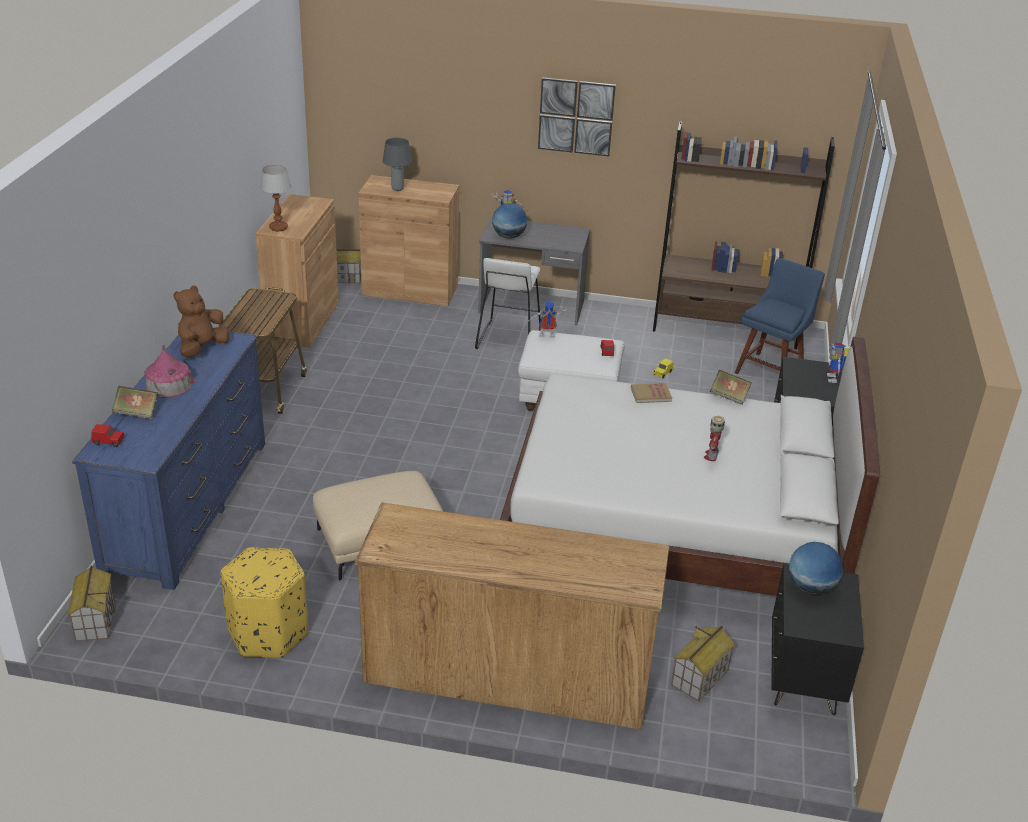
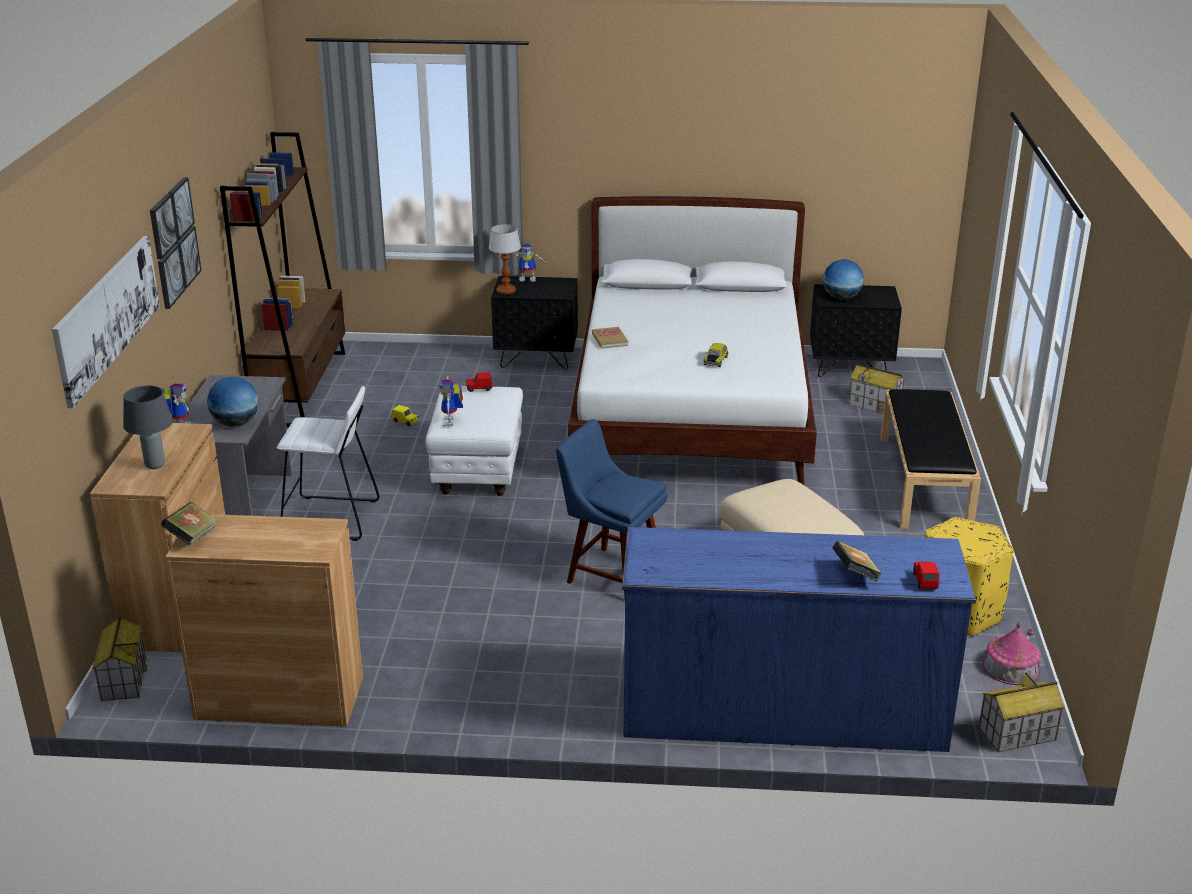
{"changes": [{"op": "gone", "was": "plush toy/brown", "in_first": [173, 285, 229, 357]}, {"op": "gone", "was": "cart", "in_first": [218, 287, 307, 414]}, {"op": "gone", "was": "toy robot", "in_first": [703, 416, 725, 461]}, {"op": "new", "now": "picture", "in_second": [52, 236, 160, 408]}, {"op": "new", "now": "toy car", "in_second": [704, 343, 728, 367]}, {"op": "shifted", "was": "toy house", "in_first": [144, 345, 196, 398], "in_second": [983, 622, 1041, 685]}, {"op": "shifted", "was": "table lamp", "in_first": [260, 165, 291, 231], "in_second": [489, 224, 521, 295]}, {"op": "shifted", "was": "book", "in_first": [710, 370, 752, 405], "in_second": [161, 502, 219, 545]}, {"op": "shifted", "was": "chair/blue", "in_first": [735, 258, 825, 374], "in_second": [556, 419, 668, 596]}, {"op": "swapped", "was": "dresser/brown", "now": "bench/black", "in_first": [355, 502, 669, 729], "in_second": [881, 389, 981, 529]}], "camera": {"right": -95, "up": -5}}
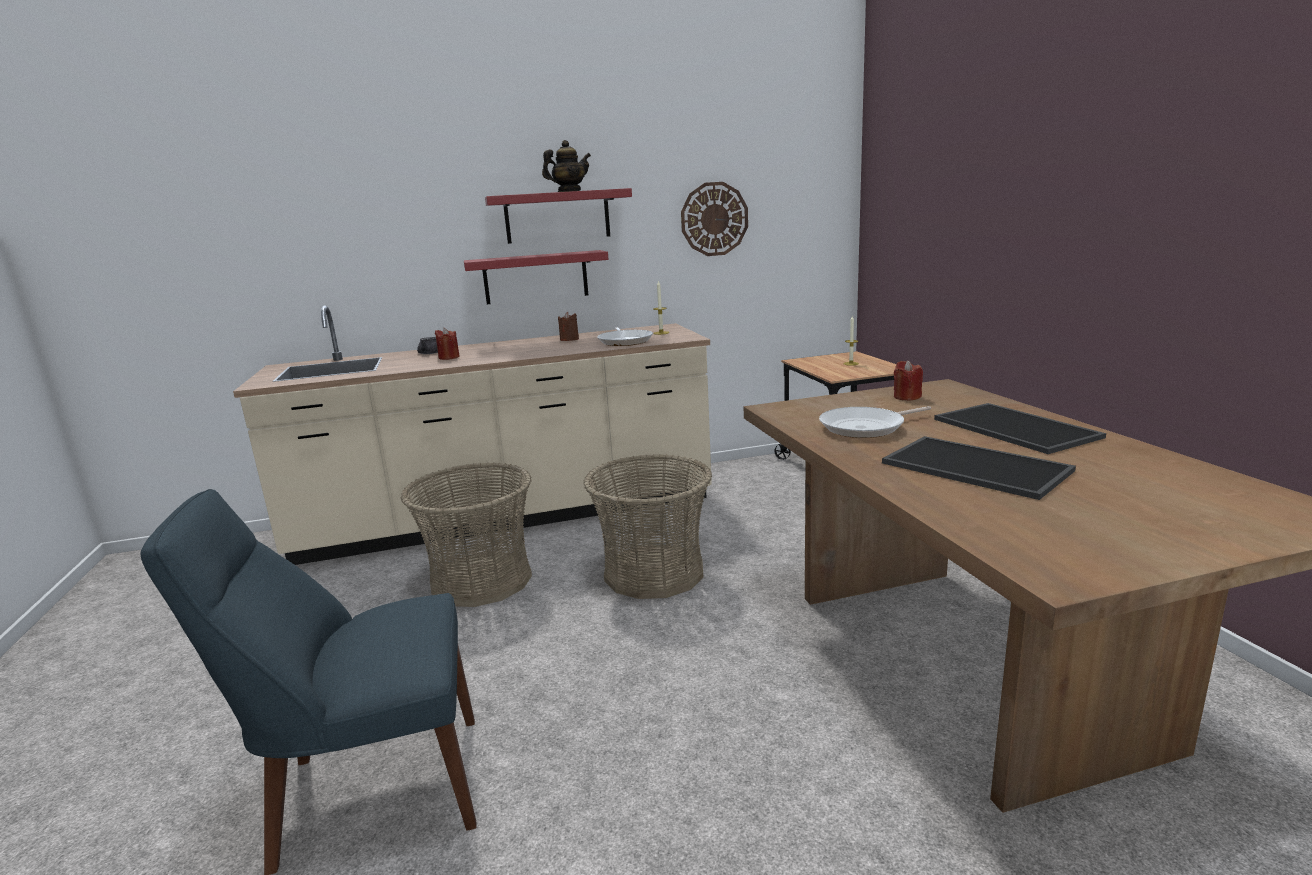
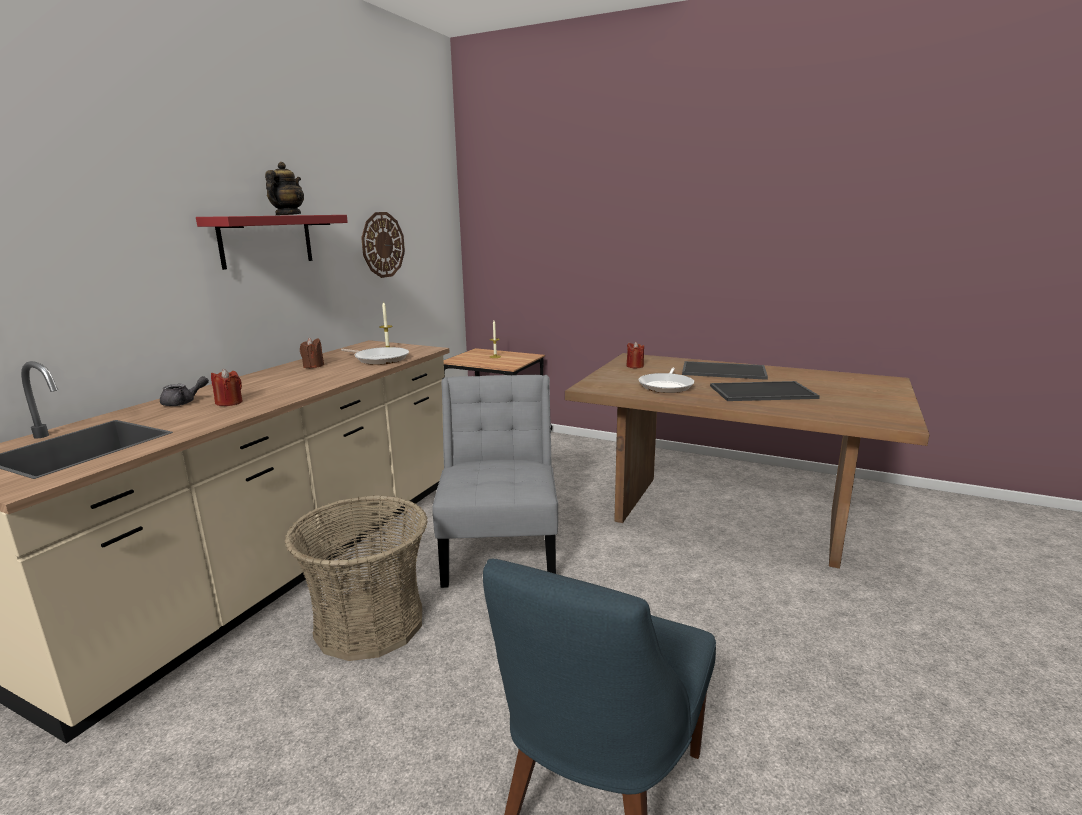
{"changes": [{"op": "gone", "was": "shelf/red", "in_first": [464, 250, 609, 304]}, {"op": "swapped", "was": "basket", "now": "chair/grey", "in_first": [583, 454, 712, 599], "in_second": [432, 375, 558, 588]}], "camera": {"right": -50, "up": 0}}
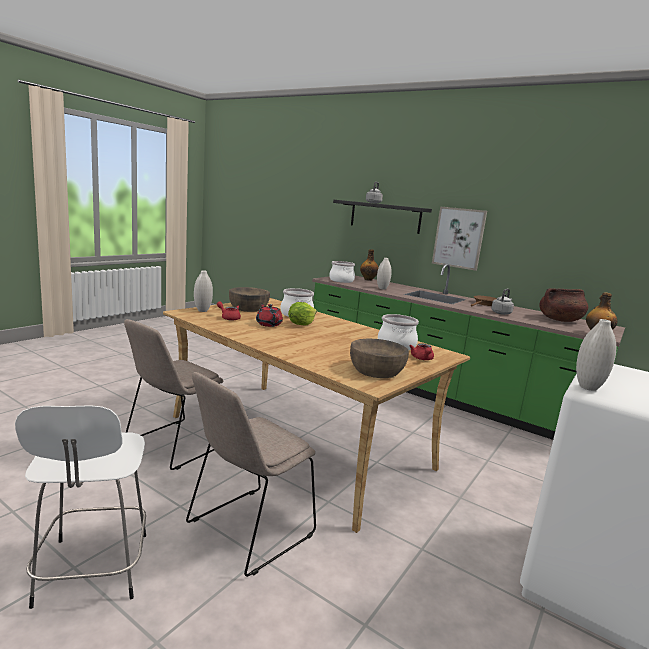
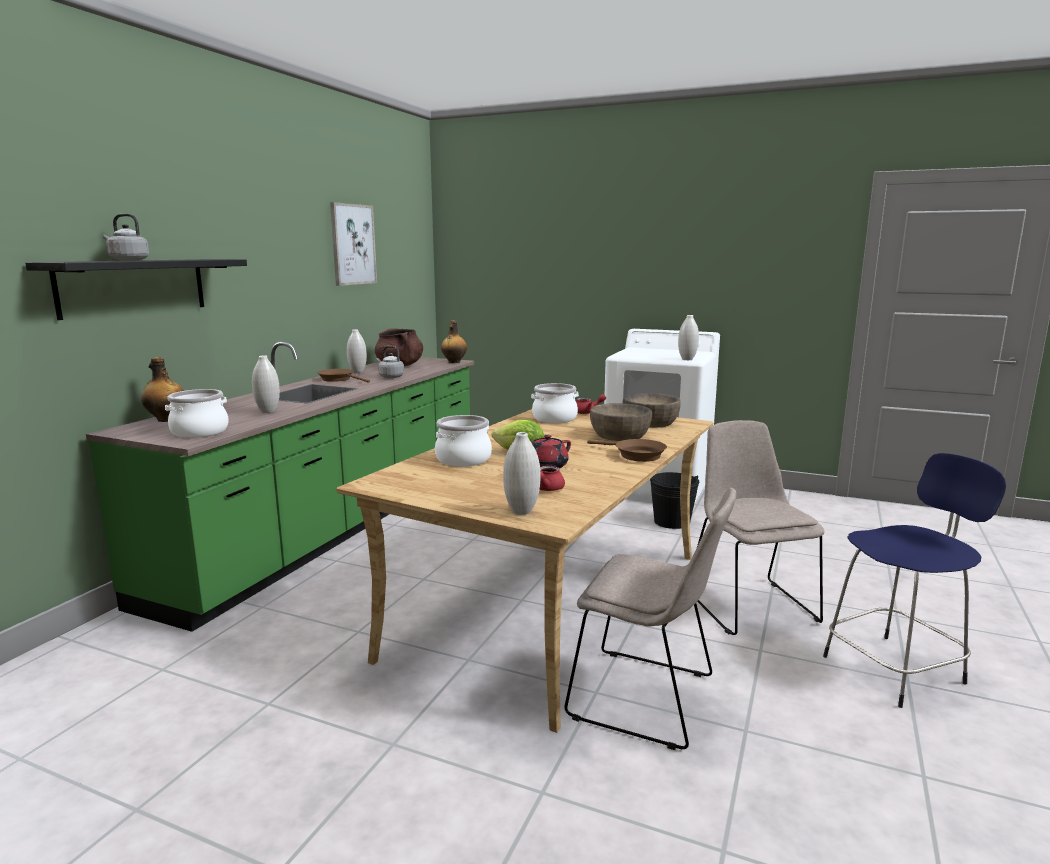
{"changes": [{"op": "new", "now": "vase/white", "in_second": [347, 329, 367, 373]}, {"op": "new", "now": "frying pan/brown", "in_second": [587, 439, 667, 462]}, {"op": "new", "now": "bucket/black", "in_second": [650, 472, 699, 529]}, {"op": "shifted", "was": "bowl/brown", "in_first": [229, 287, 270, 312], "in_second": [590, 403, 652, 441]}, {"op": "shifted", "was": "picture", "in_first": [432, 206, 487, 271], "in_second": [330, 202, 377, 286]}, {"op": "repainted", "was": "stool/white", "now": "stool/blue", "in_first": [15, 405, 146, 609], "in_second": [823, 453, 1006, 708]}, {"op": "rotated", "was": "chair/beige", "in_first": [186, 372, 316, 577], "in_second": [697, 420, 825, 635], "clockwise": -135}], "camera": {"right": -100, "up": 0}}
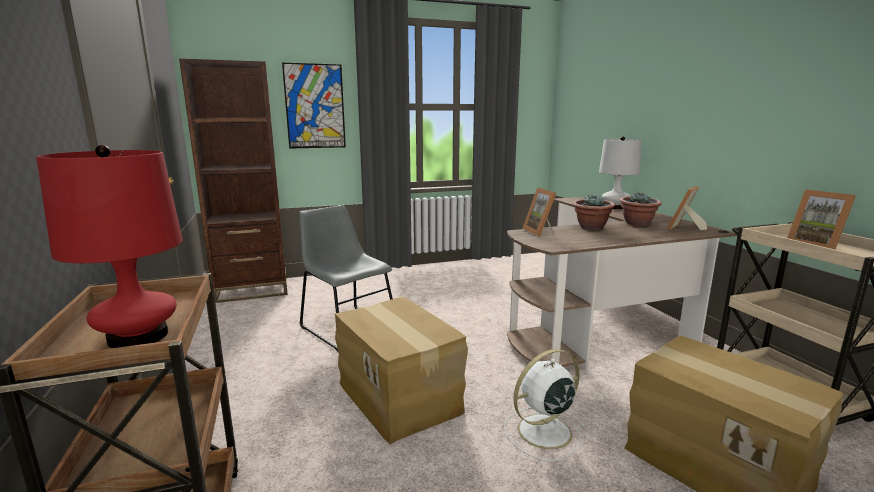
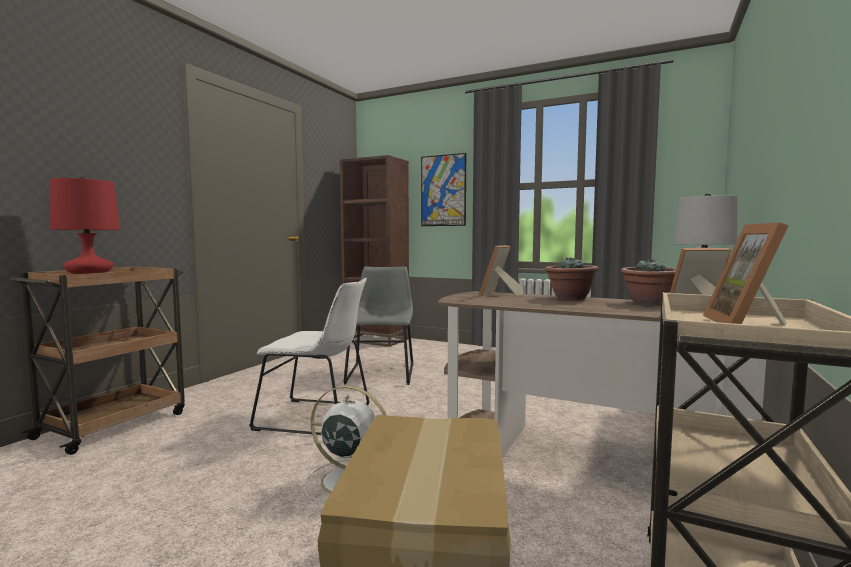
{"changes": [{"op": "swapped", "was": "cardboard box", "now": "chair/white", "in_first": [335, 297, 468, 445], "in_second": [249, 278, 370, 435]}], "camera": {"right": 45, "up": -10}}
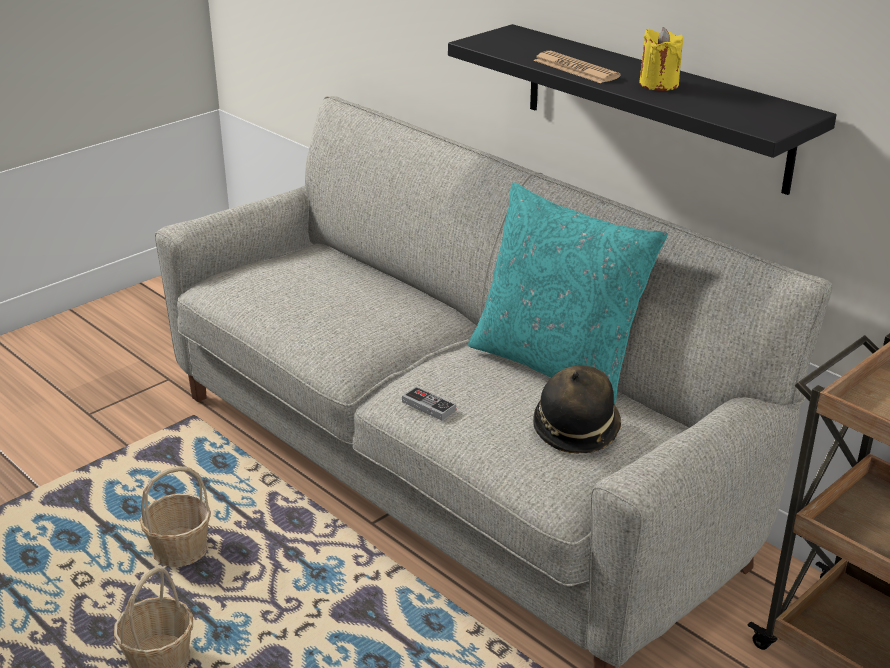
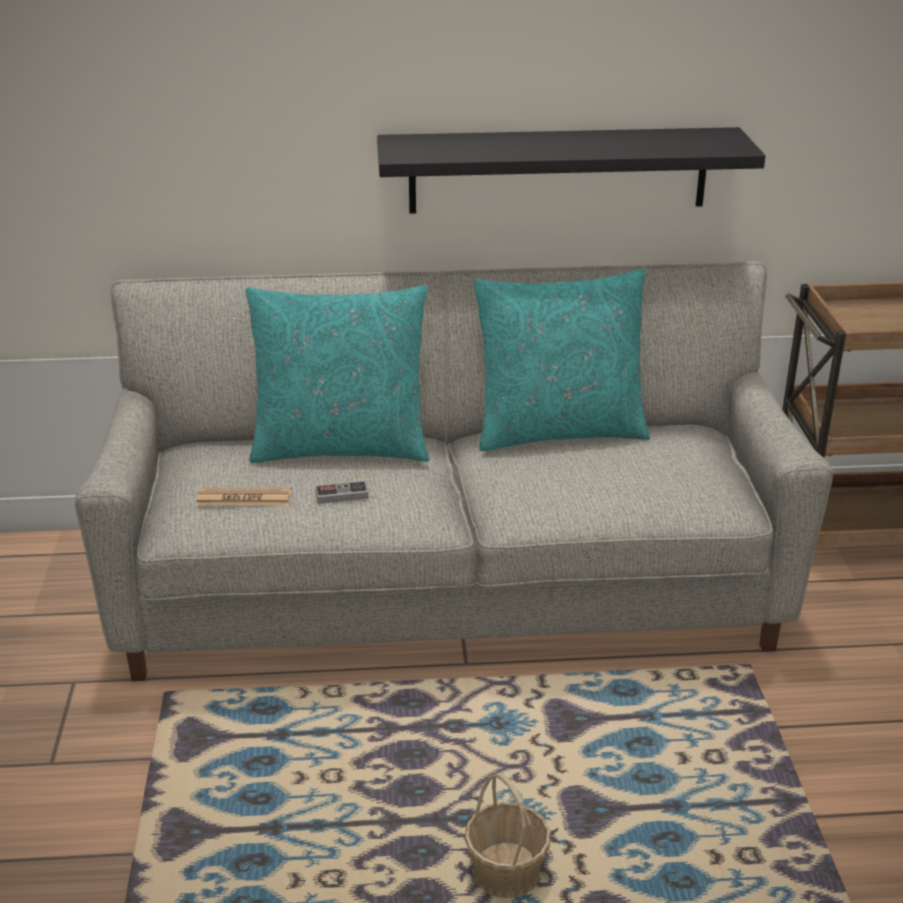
{"changes": [{"op": "gone", "was": "basket", "in_first": [140, 466, 211, 567]}, {"op": "gone", "was": "hat", "in_first": [533, 365, 622, 454]}, {"op": "gone", "was": "candle/yellow", "in_first": [639, 27, 683, 91]}, {"op": "new", "now": "pillow/turquoise", "in_second": [246, 285, 429, 463]}, {"op": "shifted", "was": "game controller", "in_first": [402, 386, 456, 420], "in_second": [315, 481, 369, 504]}, {"op": "shifted", "was": "newspaper", "in_first": [533, 51, 621, 84], "in_second": [196, 487, 291, 506]}], "camera": {"right": -50, "up": 0}}
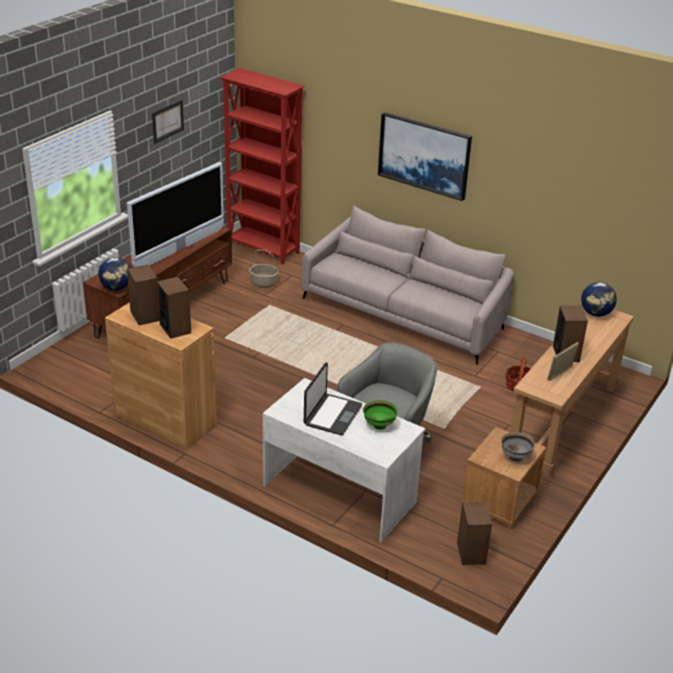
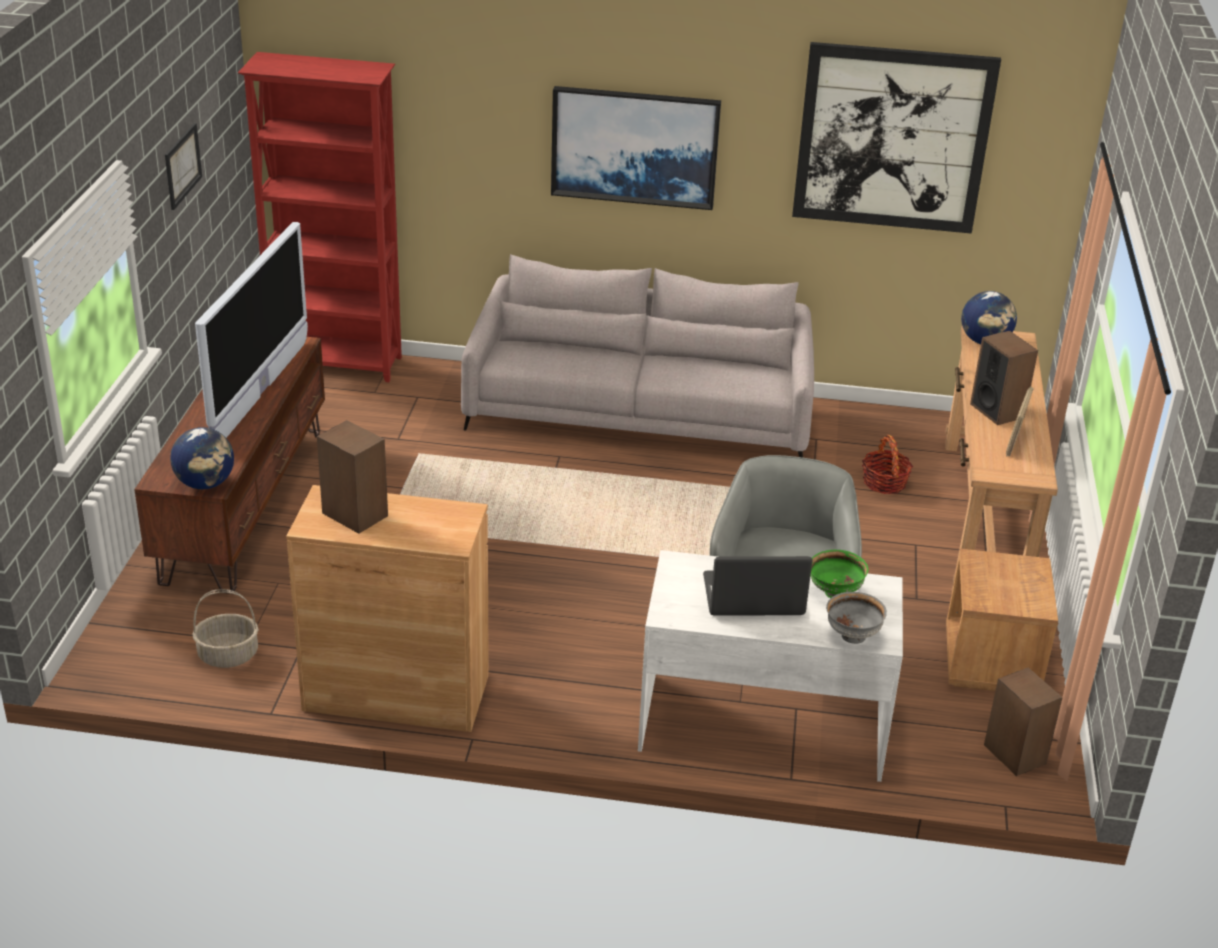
{"changes": [{"op": "gone", "was": "speaker", "in_first": [157, 277, 191, 339]}, {"op": "new", "now": "picture", "in_second": [792, 42, 1001, 233]}, {"op": "shifted", "was": "basket", "in_first": [249, 249, 279, 288], "in_second": [192, 589, 259, 668]}, {"op": "shifted", "was": "bowl/grey", "in_first": [501, 432, 535, 462], "in_second": [826, 592, 887, 644]}, {"op": "rotated", "was": "laptop", "in_first": [303, 362, 362, 435], "in_second": [703, 556, 812, 616], "clockwise": -90}], "camera": {"right": -25, "up": 0}}
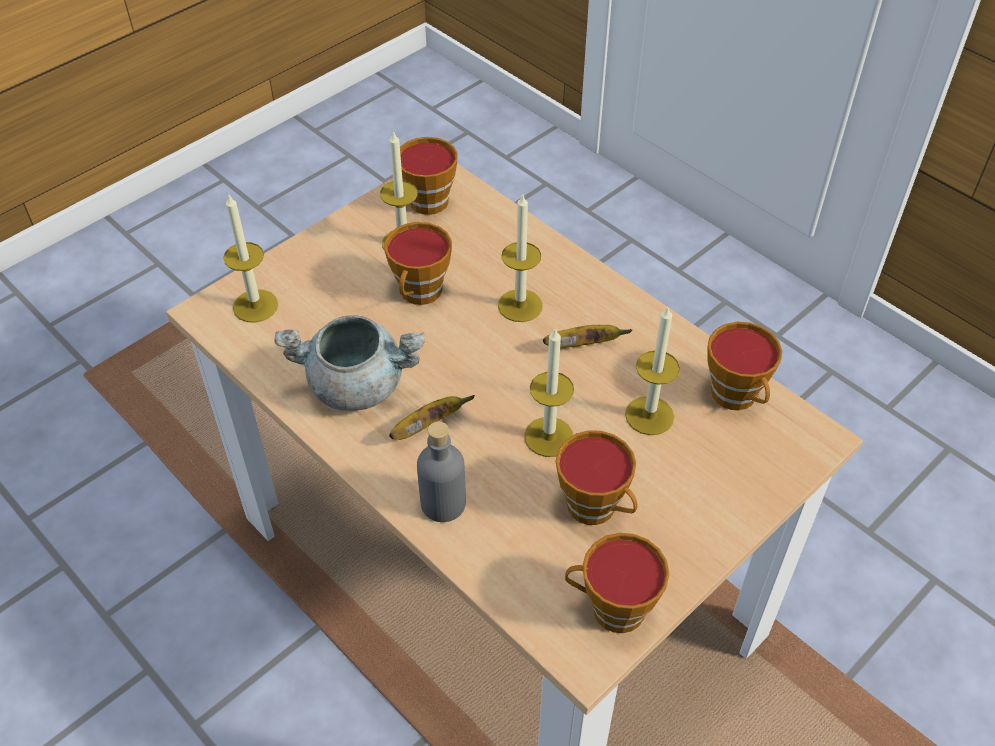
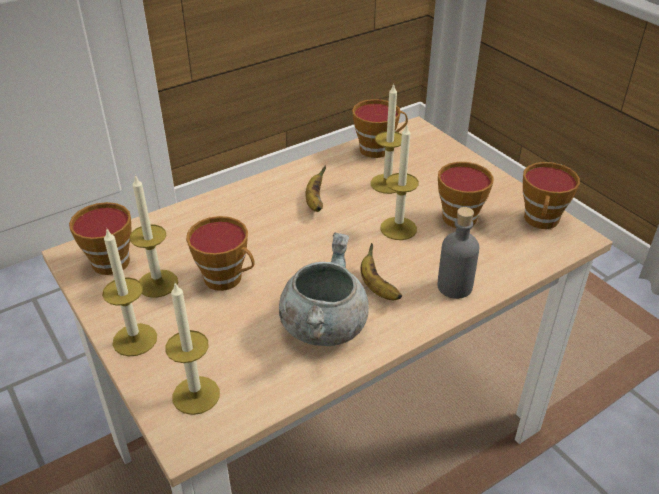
{"changes": [{"op": "shifted", "was": "candle", "in_first": [498, 195, 543, 322], "in_second": [102, 229, 157, 357]}], "camera": {"right": -80, "up": -10}}
